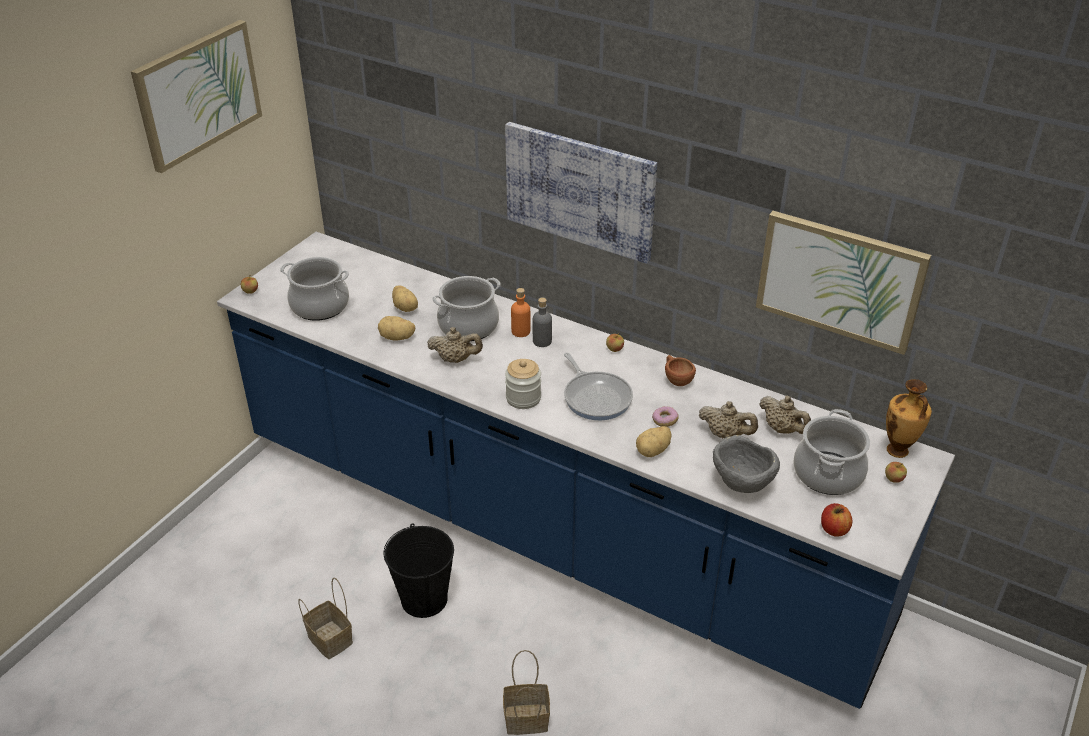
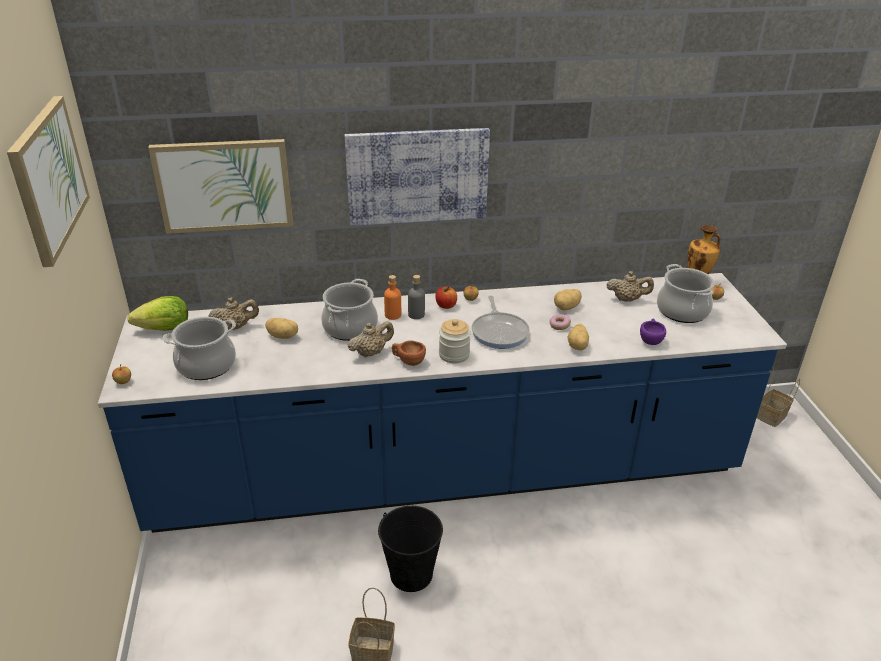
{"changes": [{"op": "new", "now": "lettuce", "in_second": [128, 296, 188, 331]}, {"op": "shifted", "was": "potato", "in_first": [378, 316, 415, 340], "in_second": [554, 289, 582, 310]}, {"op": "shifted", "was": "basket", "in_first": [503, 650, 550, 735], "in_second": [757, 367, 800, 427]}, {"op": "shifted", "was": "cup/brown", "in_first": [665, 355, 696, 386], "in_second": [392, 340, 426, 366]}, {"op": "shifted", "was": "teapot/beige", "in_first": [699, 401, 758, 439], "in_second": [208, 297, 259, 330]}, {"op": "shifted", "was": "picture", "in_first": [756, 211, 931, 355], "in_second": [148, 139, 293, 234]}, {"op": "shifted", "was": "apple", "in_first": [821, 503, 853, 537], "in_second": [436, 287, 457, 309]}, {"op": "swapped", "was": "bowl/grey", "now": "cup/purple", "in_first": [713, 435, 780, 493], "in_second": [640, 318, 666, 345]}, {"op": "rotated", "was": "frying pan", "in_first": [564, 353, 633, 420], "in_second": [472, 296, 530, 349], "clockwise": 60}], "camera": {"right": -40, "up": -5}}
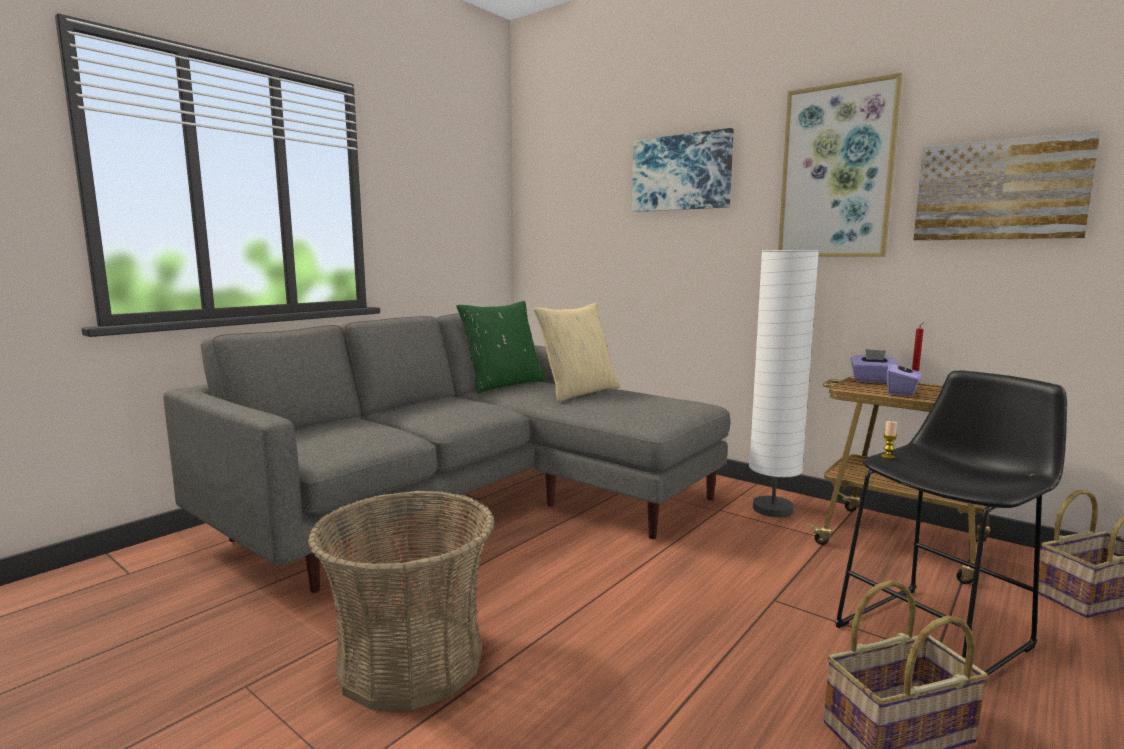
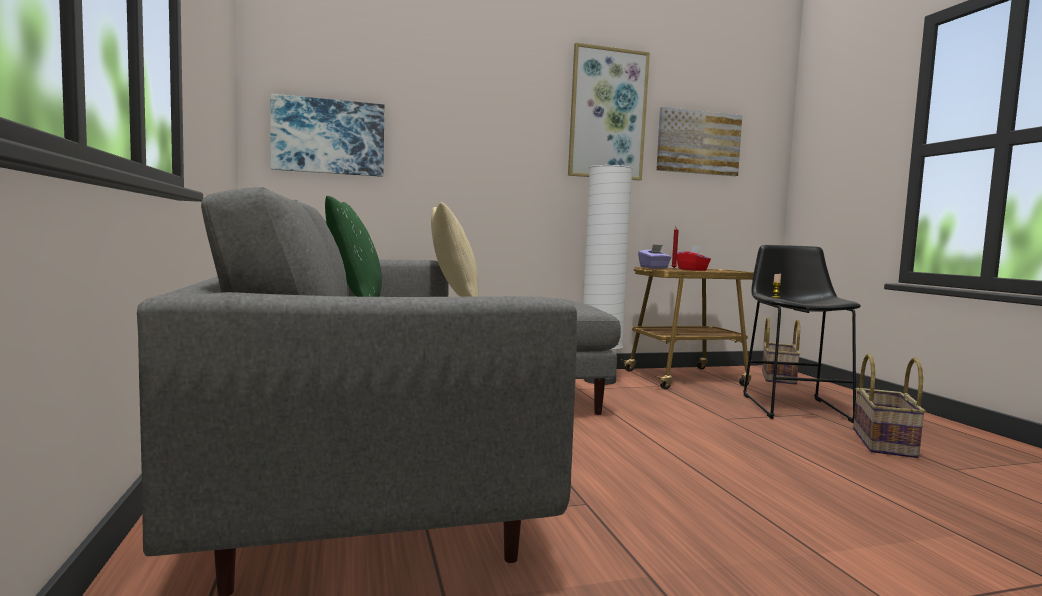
{"changes": [{"op": "gone", "was": "basket", "in_first": [307, 490, 495, 710]}, {"op": "shifted", "was": "picture", "in_first": [632, 128, 734, 212], "in_second": [270, 94, 384, 177]}, {"op": "repainted", "was": "tissue box/purple", "now": "tissue box/red", "in_first": [887, 359, 921, 396], "in_second": [676, 246, 711, 271]}], "camera": {"right": -55, "up": -5}}
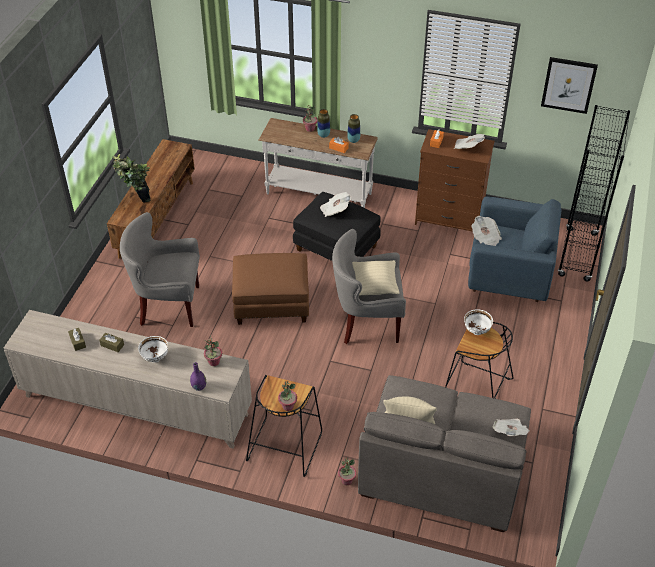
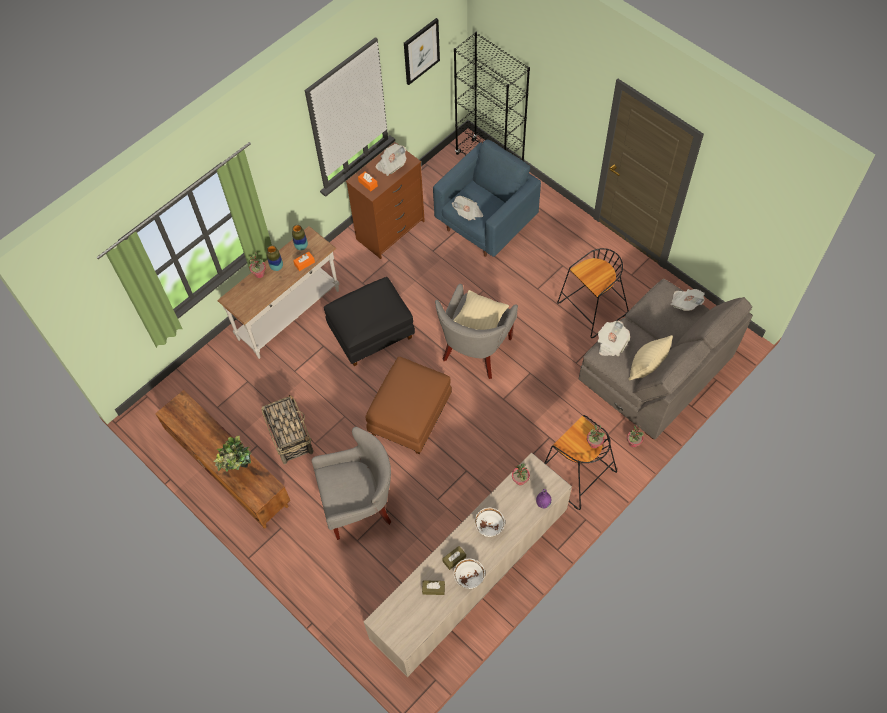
{"changes": [{"op": "new", "now": "basket", "in_second": [261, 395, 313, 465]}, {"op": "shifted", "was": "newspaper", "in_first": [320, 192, 352, 217], "in_second": [597, 321, 630, 356]}, {"op": "shifted", "was": "bowl/white", "in_first": [464, 309, 493, 335], "in_second": [454, 559, 485, 589]}, {"op": "rotated", "was": "armchair/grey", "in_first": [120, 212, 200, 327], "in_second": [311, 427, 391, 540], "clockwise": -135}], "camera": {"right": -60, "up": 15}}
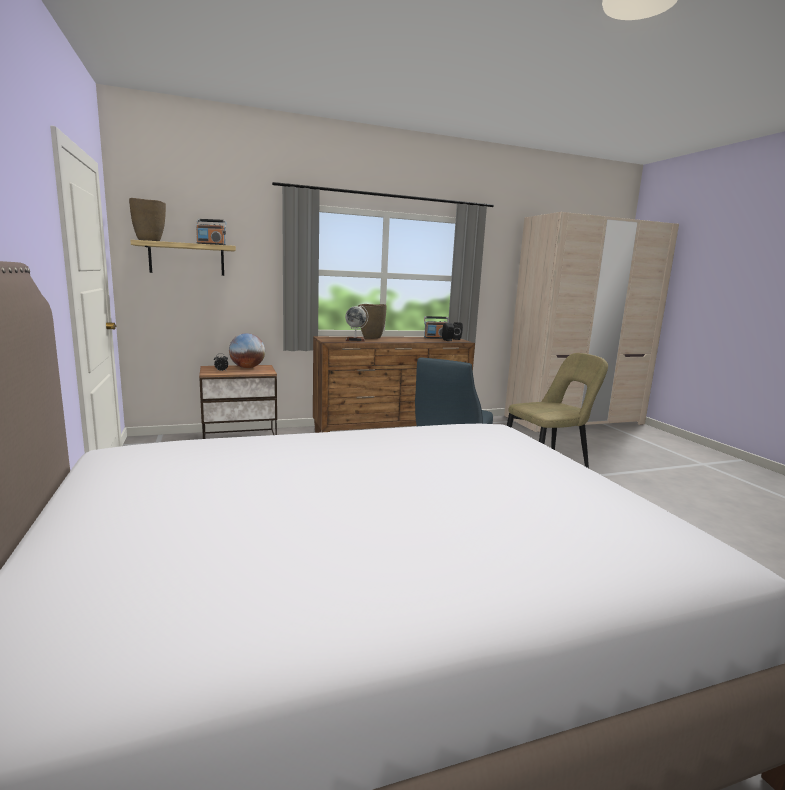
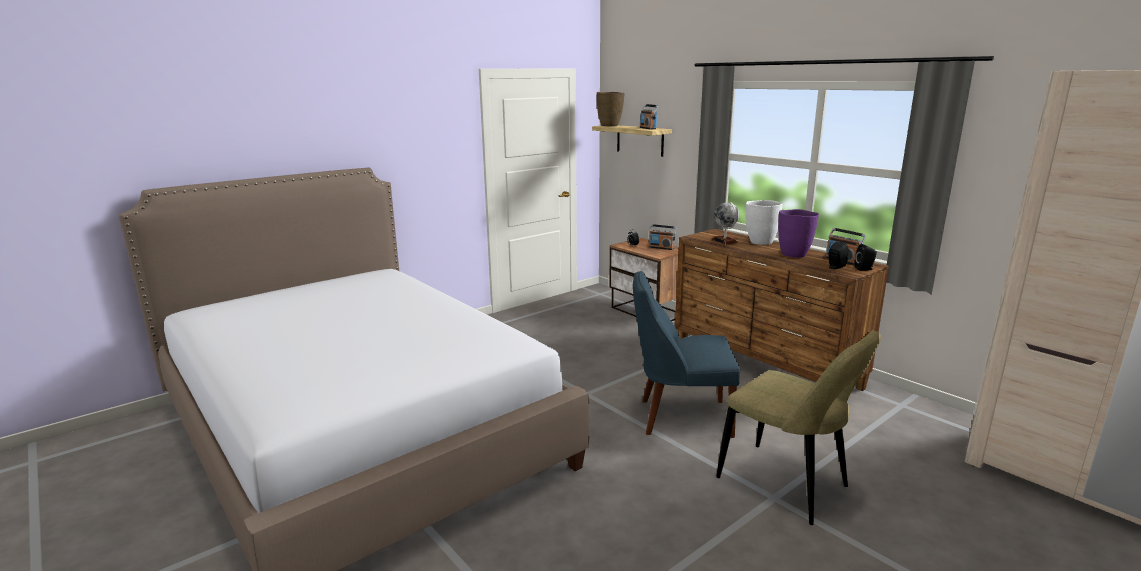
{"changes": [{"op": "new", "now": "vase/purple", "in_second": [778, 209, 819, 258]}, {"op": "swapped", "was": "globe", "now": "radio", "in_first": [229, 333, 265, 368], "in_second": [649, 224, 676, 250]}, {"op": "repainted", "was": "vase/brown", "now": "vase/white", "in_first": [358, 304, 387, 339], "in_second": [746, 200, 783, 245]}], "camera": {"right": 70, "up": 5}}
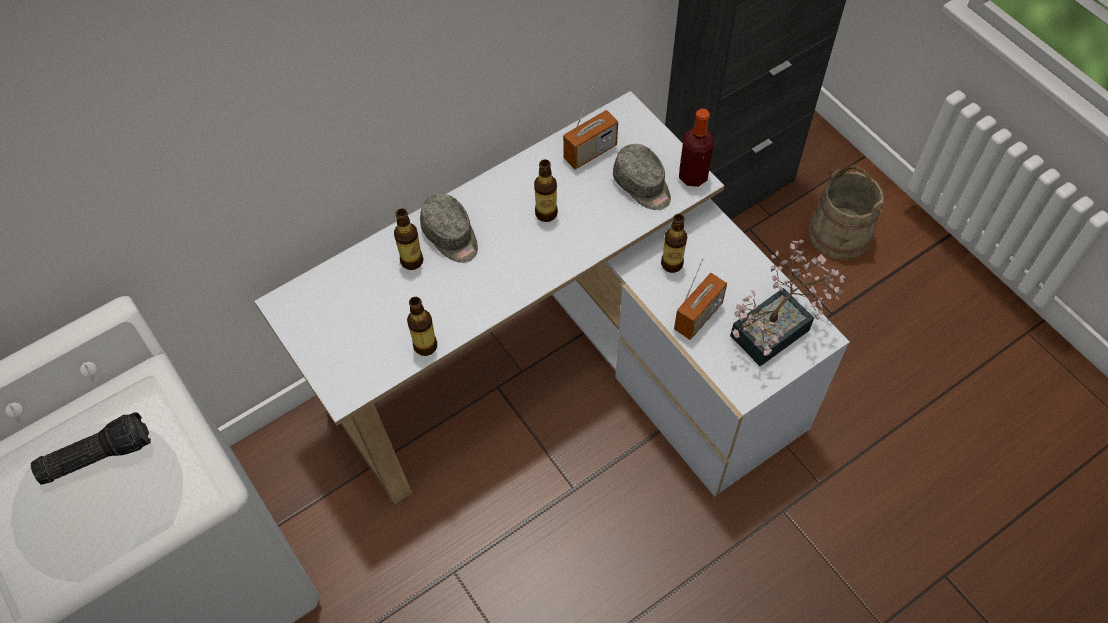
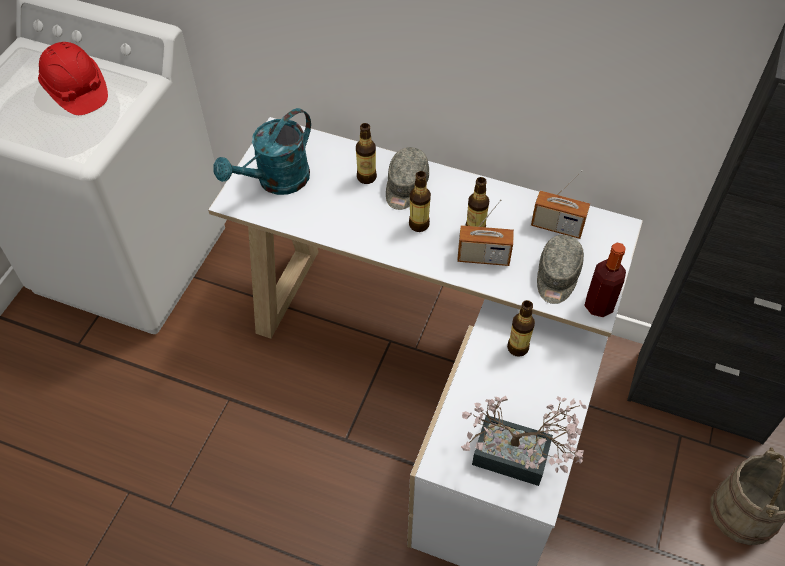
{"changes": [{"op": "new", "now": "watering can/turquoise", "in_second": [213, 108, 311, 195]}, {"op": "shifted", "was": "bottle", "in_first": [407, 297, 437, 356], "in_second": [409, 171, 431, 232]}, {"op": "shifted", "was": "radio", "in_first": [674, 258, 727, 340], "in_second": [457, 199, 514, 266]}, {"op": "swapped", "was": "flashlight", "now": "hard hat/red", "in_first": [31, 412, 151, 484], "in_second": [38, 42, 108, 115]}], "camera": {"right": 55, "up": -5}}
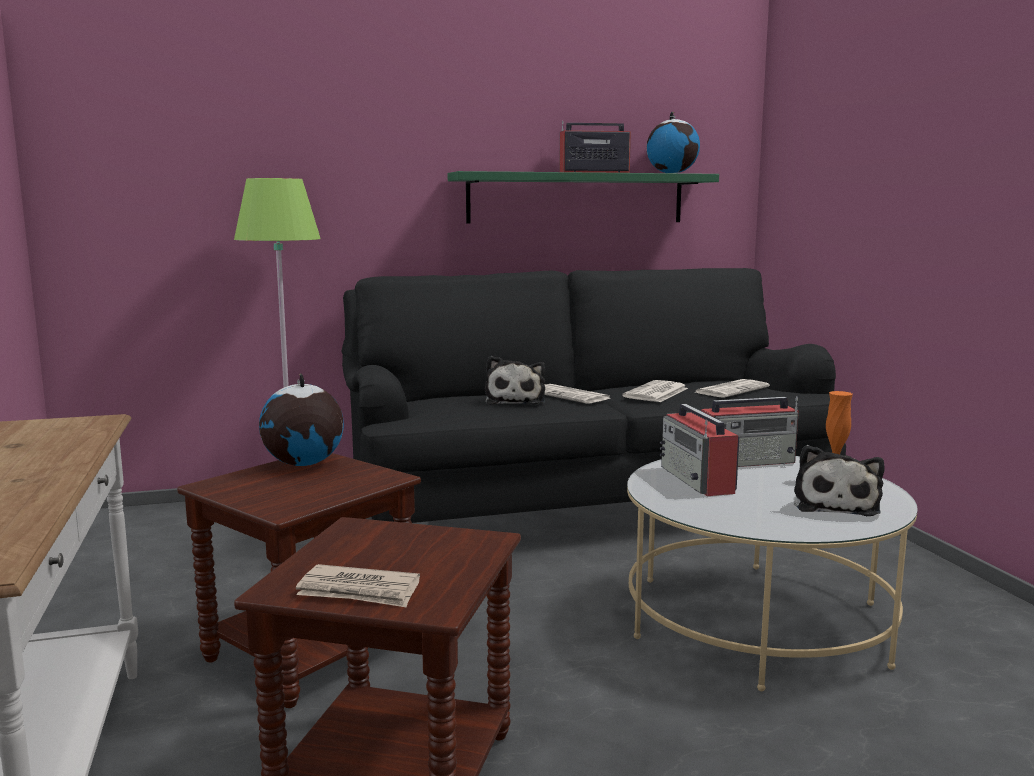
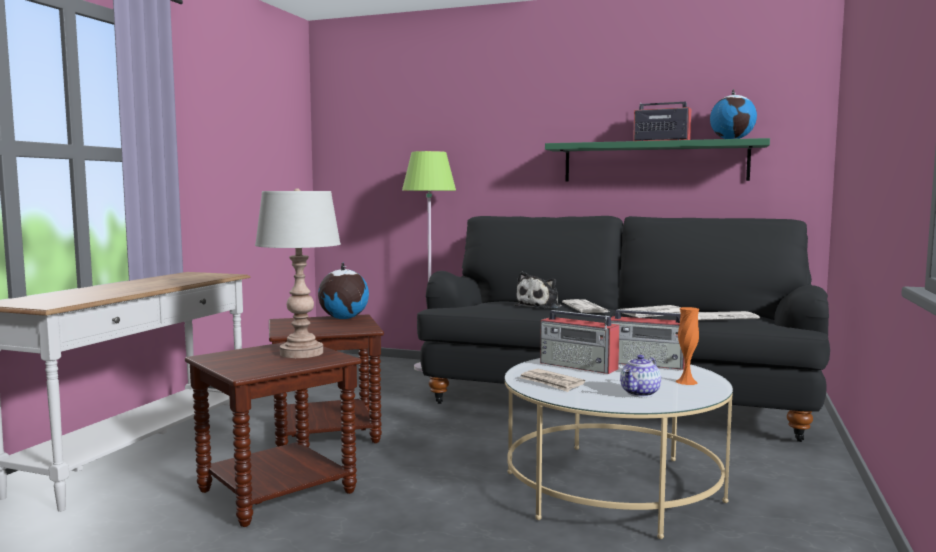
{"changes": [{"op": "new", "now": "table lamp/grey", "in_second": [255, 188, 341, 358]}, {"op": "shifted", "was": "newspaper", "in_first": [296, 564, 420, 608], "in_second": [520, 369, 585, 392]}, {"op": "swapped", "was": "plush toy", "now": "teapot", "in_first": [794, 445, 885, 516], "in_second": [620, 355, 661, 397]}, {"op": "rotated", "was": "radio", "in_first": [660, 404, 739, 496], "in_second": [540, 310, 620, 374], "clockwise": -75}], "camera": {"right": 35, "up": -5}}
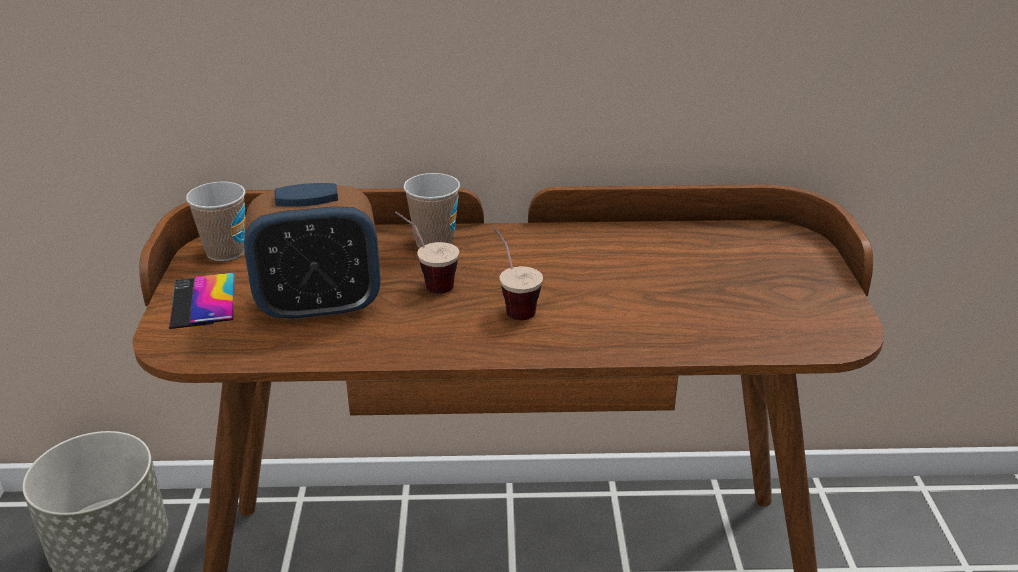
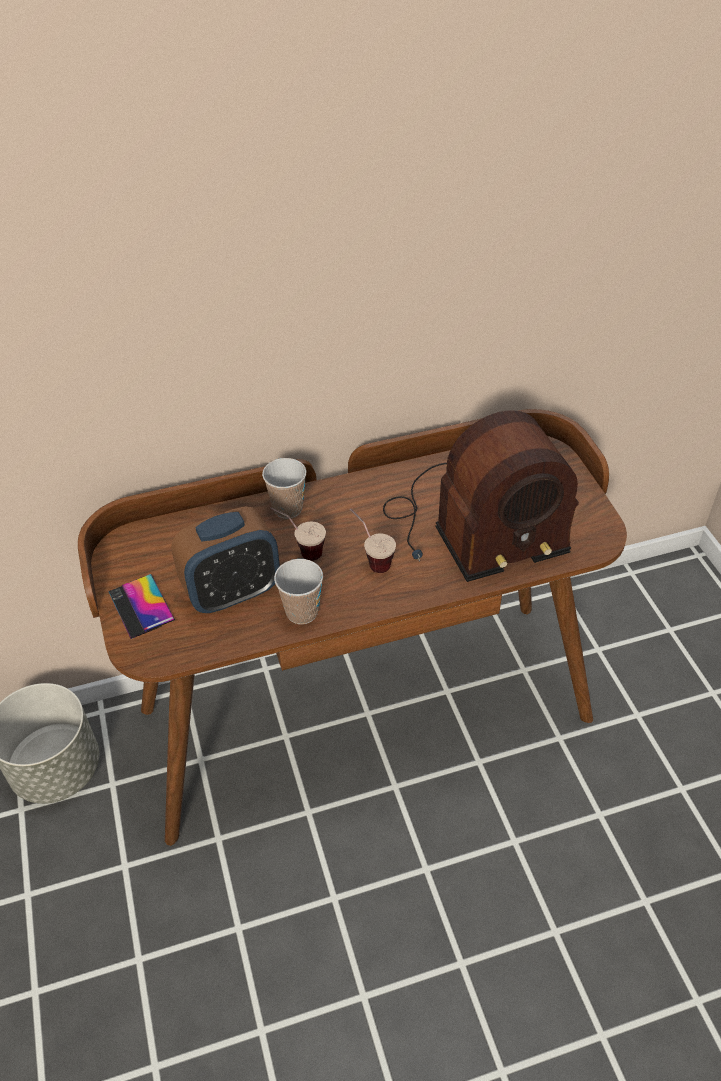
{"changes": [{"op": "new", "now": "radio", "in_second": [383, 410, 579, 582]}, {"op": "shifted", "was": "cup", "in_first": [186, 182, 245, 261], "in_second": [274, 559, 323, 624]}], "camera": {"right": -15, "up": 15}}
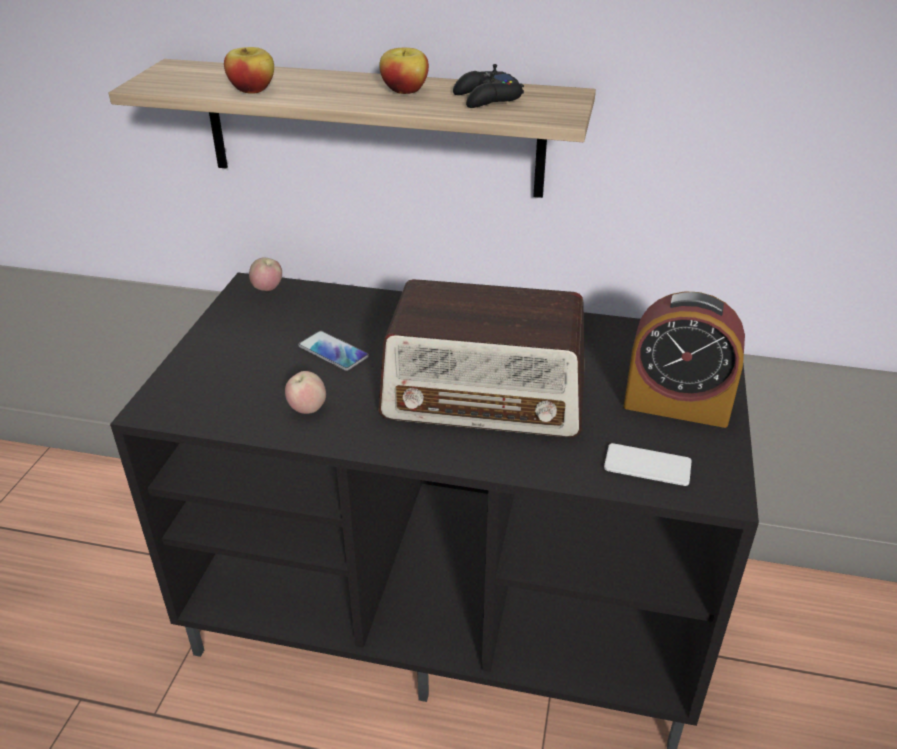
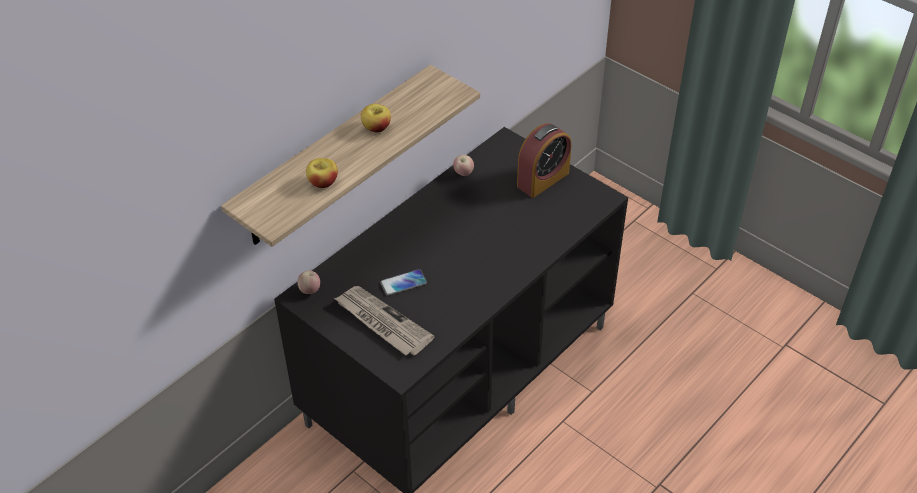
{"changes": [{"op": "gone", "was": "radio", "in_first": [379, 279, 585, 438]}, {"op": "gone", "was": "game controller/black", "in_first": [453, 64, 524, 108]}, {"op": "gone", "was": "phone", "in_first": [604, 443, 692, 486]}, {"op": "new", "now": "newspaper", "in_second": [334, 286, 435, 356]}, {"op": "shifted", "was": "apple", "in_first": [285, 371, 326, 414], "in_second": [453, 155, 474, 176]}], "camera": {"right": -60, "up": 10}}
